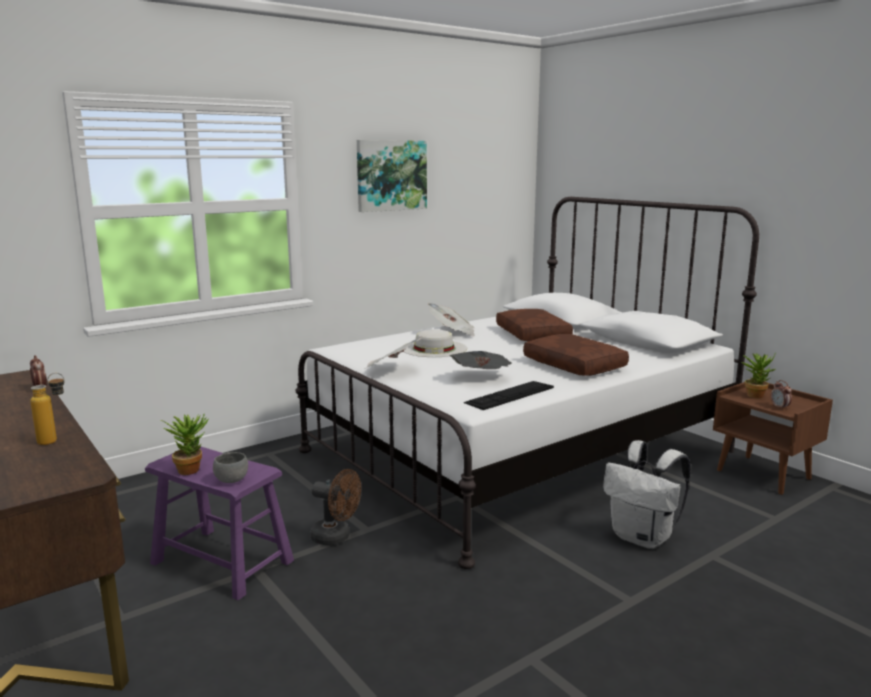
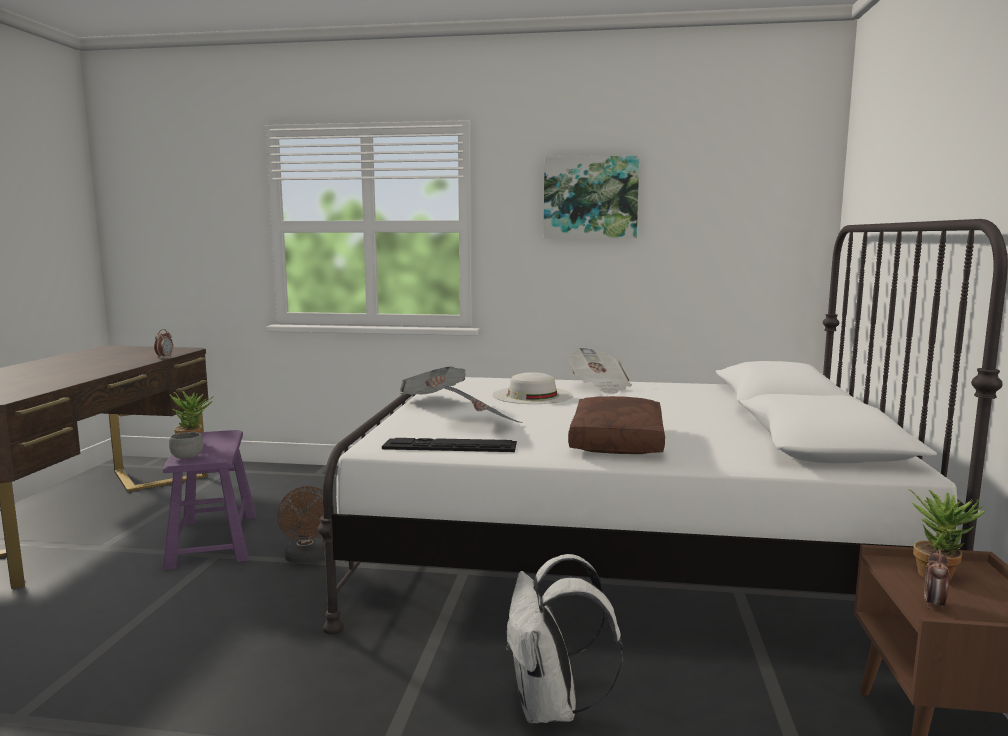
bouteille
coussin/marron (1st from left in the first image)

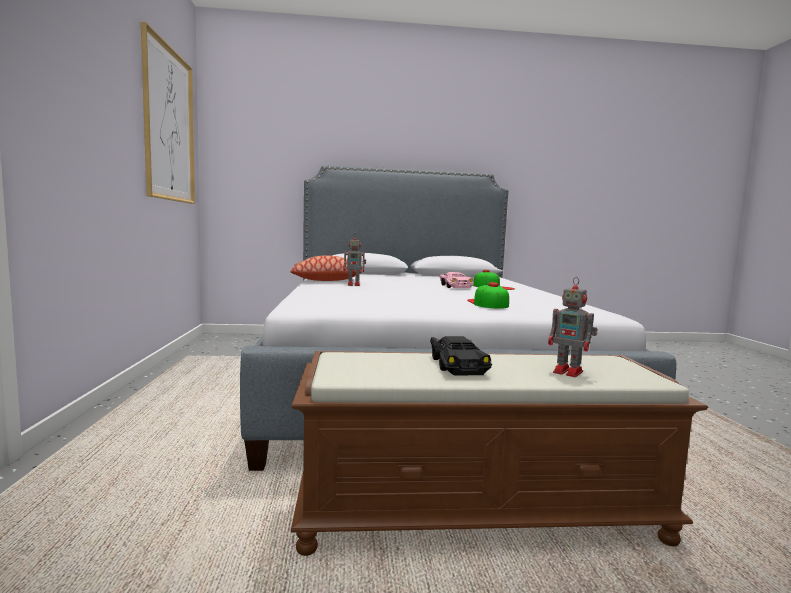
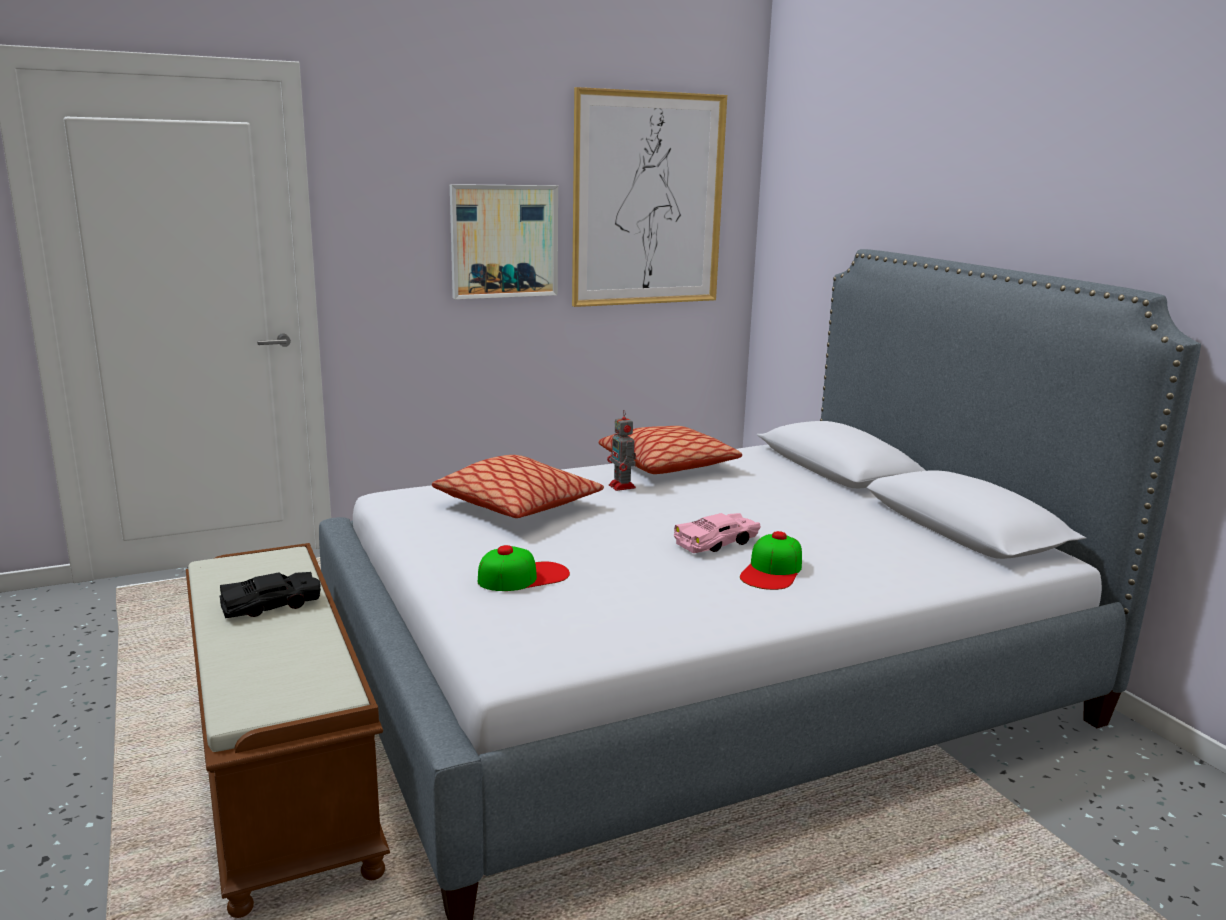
robot jouet (2nd from left in the first image)
coussin (1st from left)
tableau (1st from left)

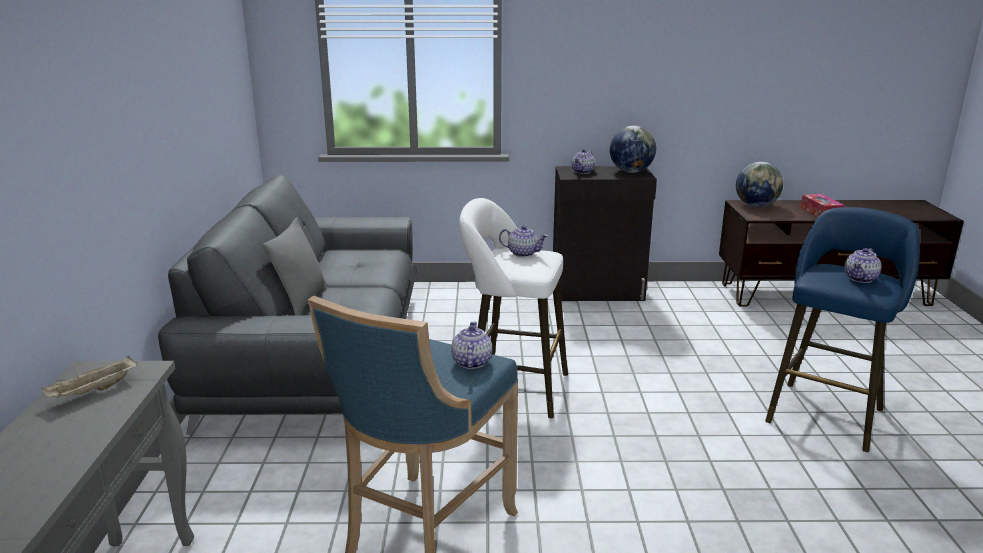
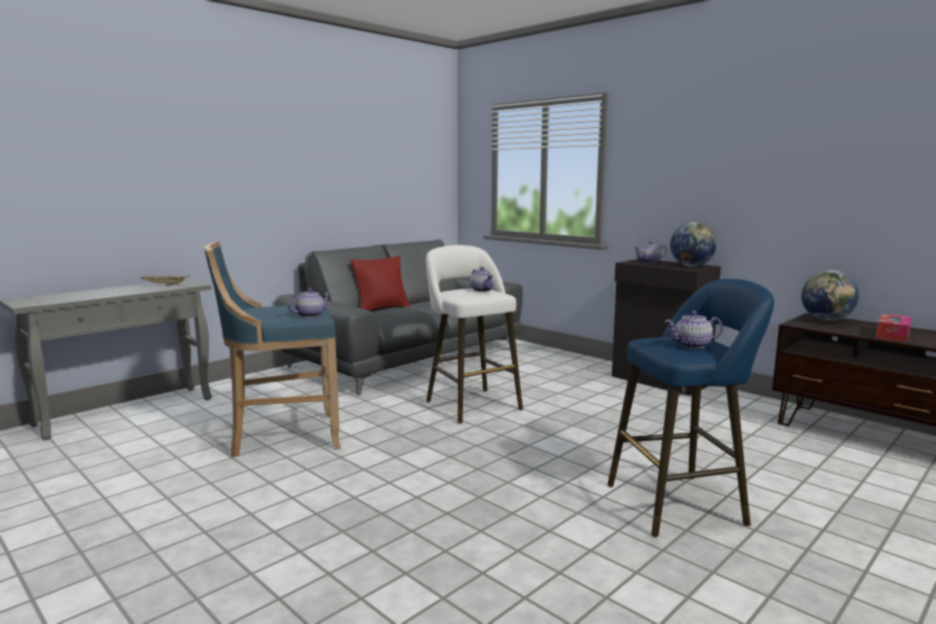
coussin/rouge

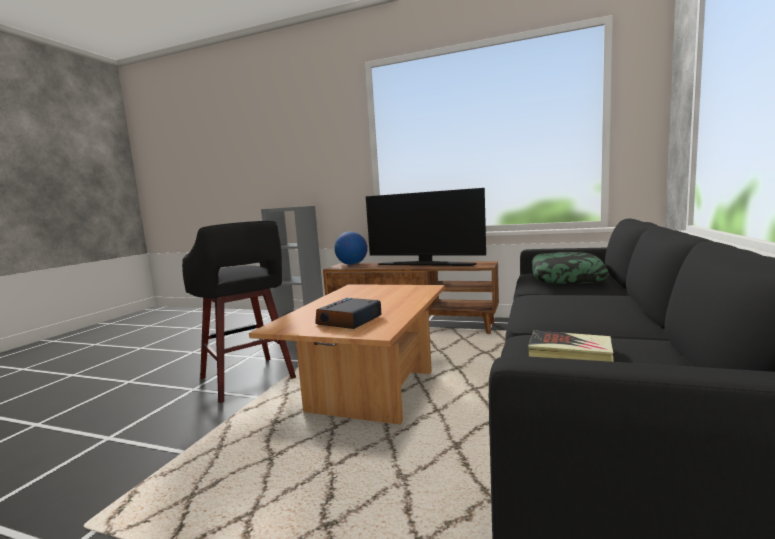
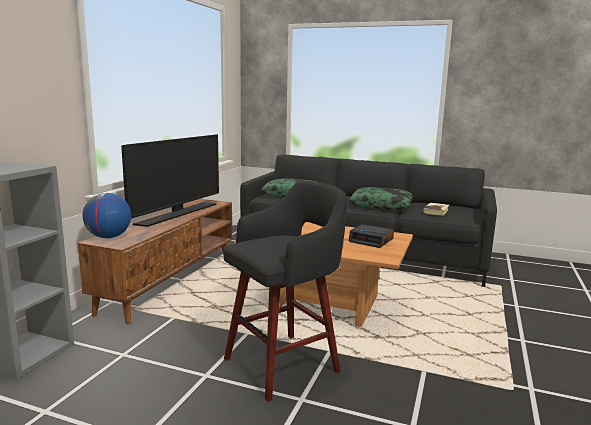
coussin (2nd from left)

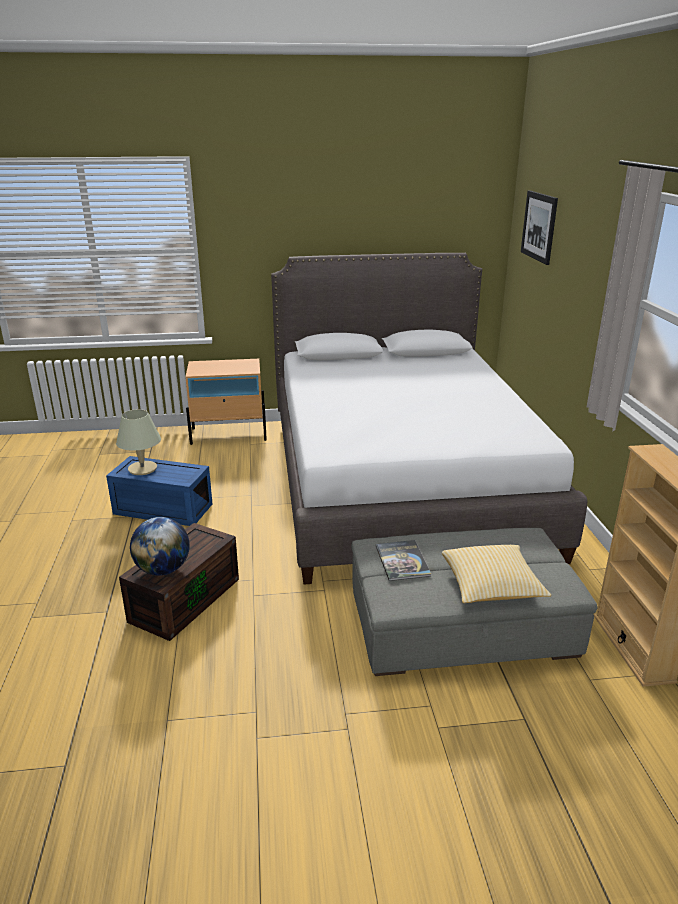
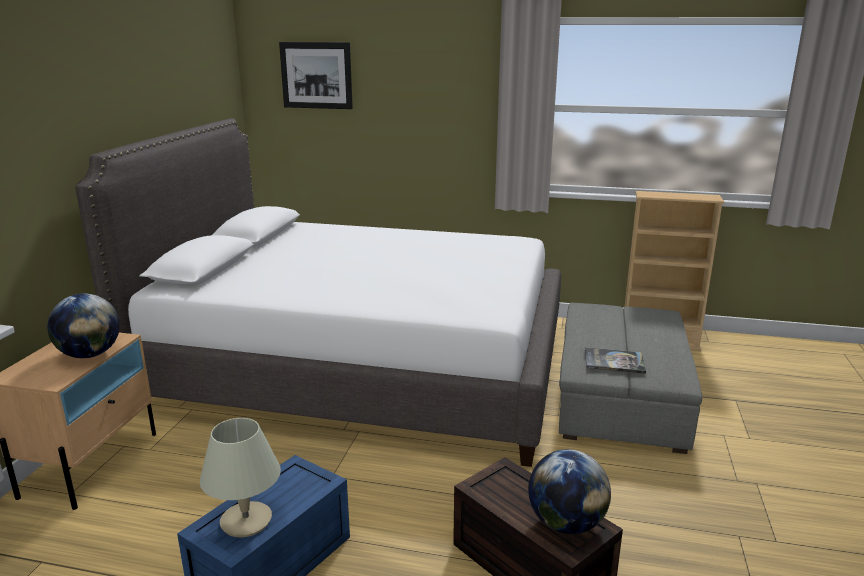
coussin
globe (1st from left)

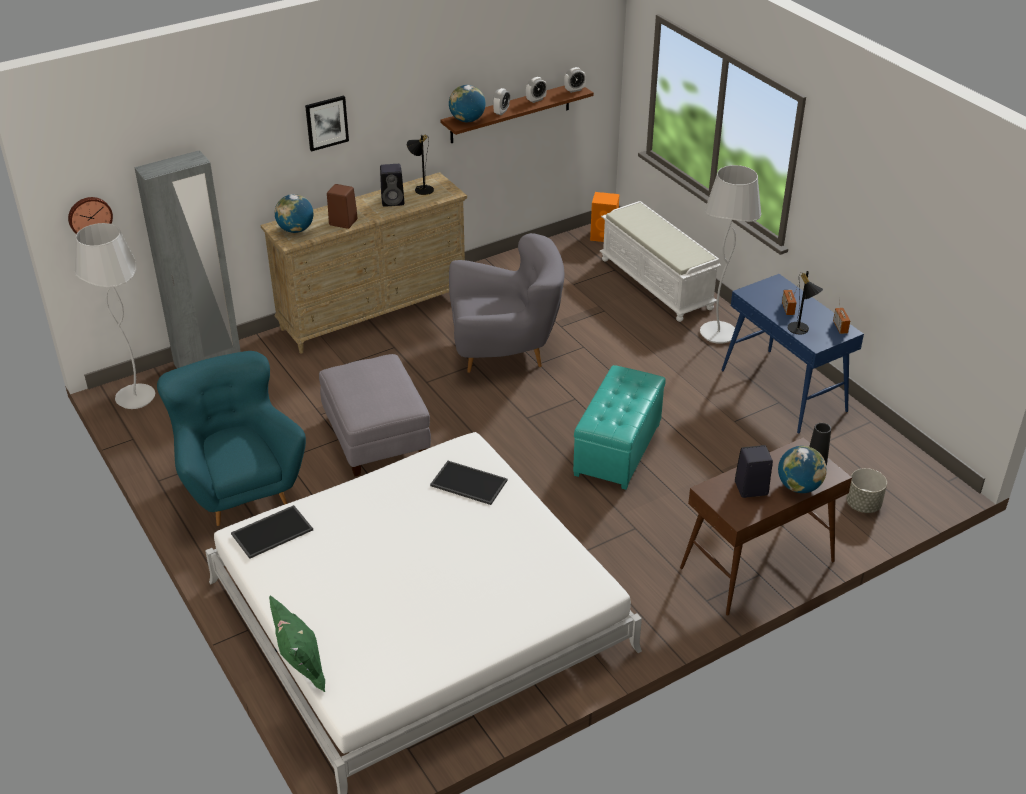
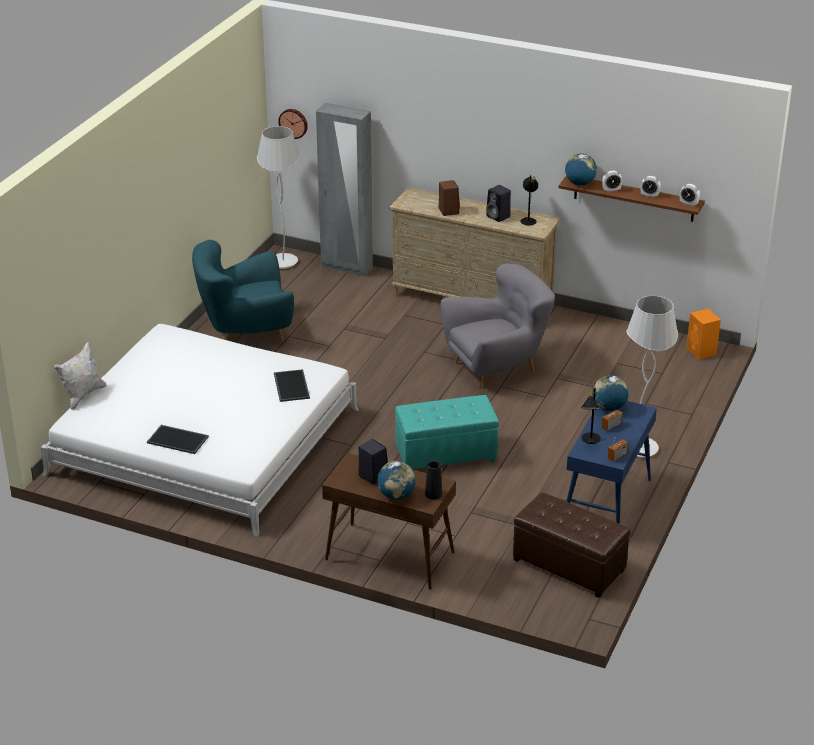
tableau
pouf/gris
banc/blanc
cache-pot/gris
pouf/marron
plateau (1st from left)
globe (3rd from left)
coussin/blanc
fauteuil/turquoise
fauteuil/gris

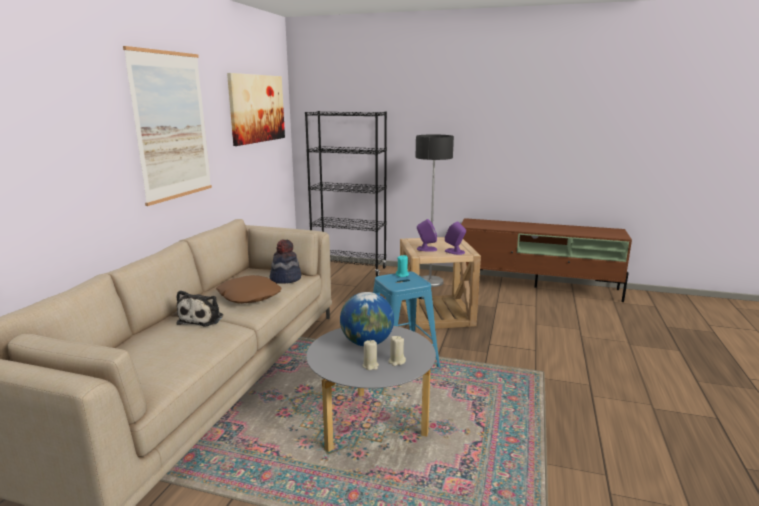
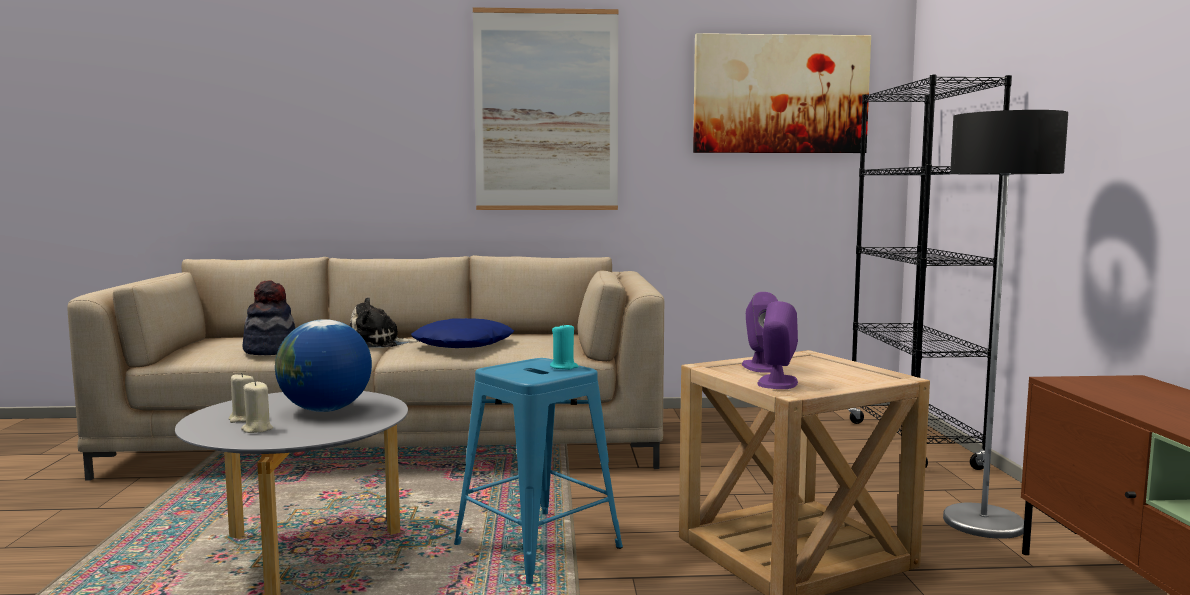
chapeau
coussin/bleu

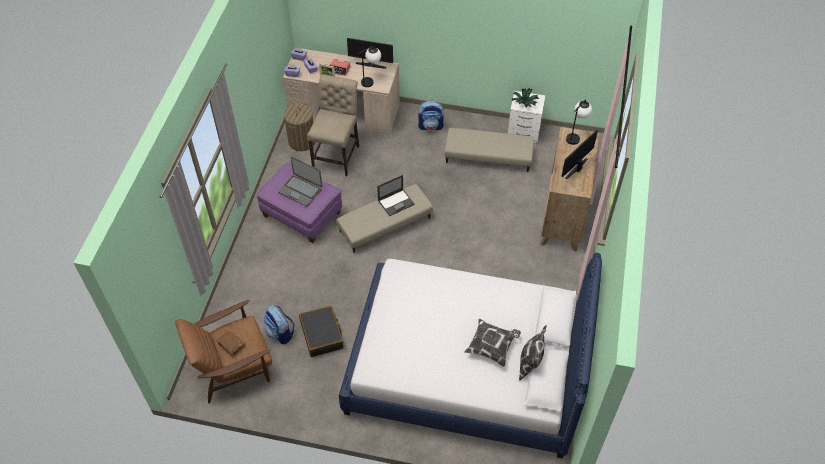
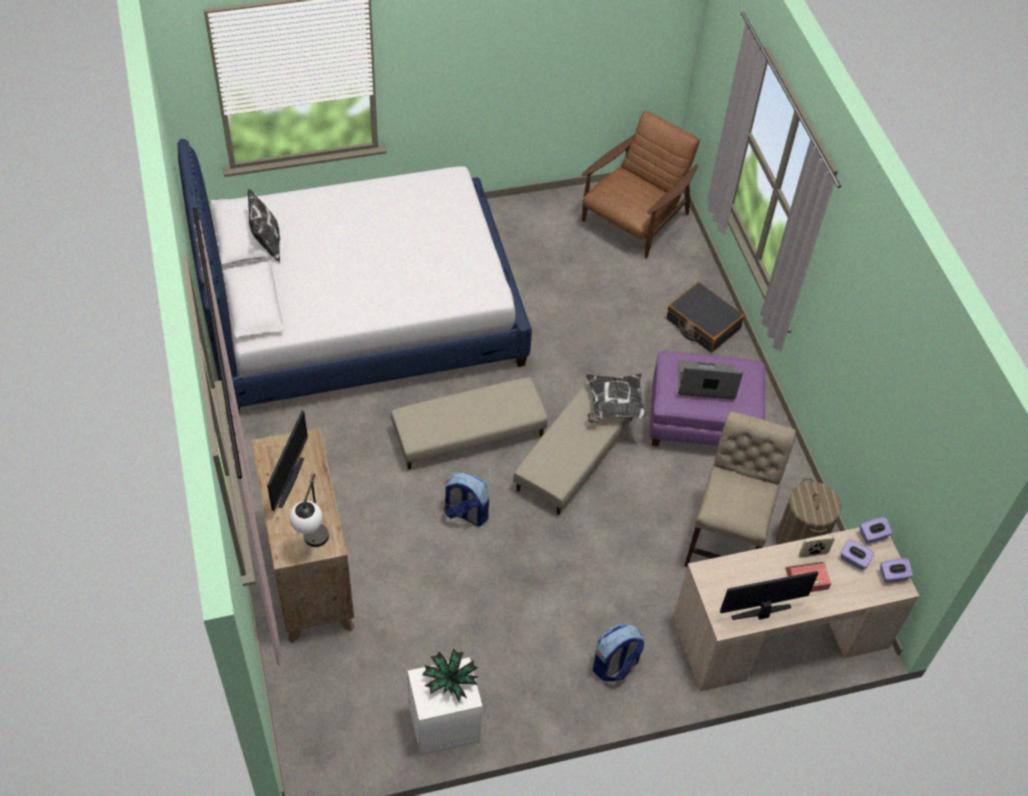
livre/marron
lampe de table (1st from left in the first image)
ordinateur portable (2nd from left in the first image)
sac à dos (1st from left)
valise/noir
pouf/beige (1st from left)
coussin (2nd from left)
chaise/beige

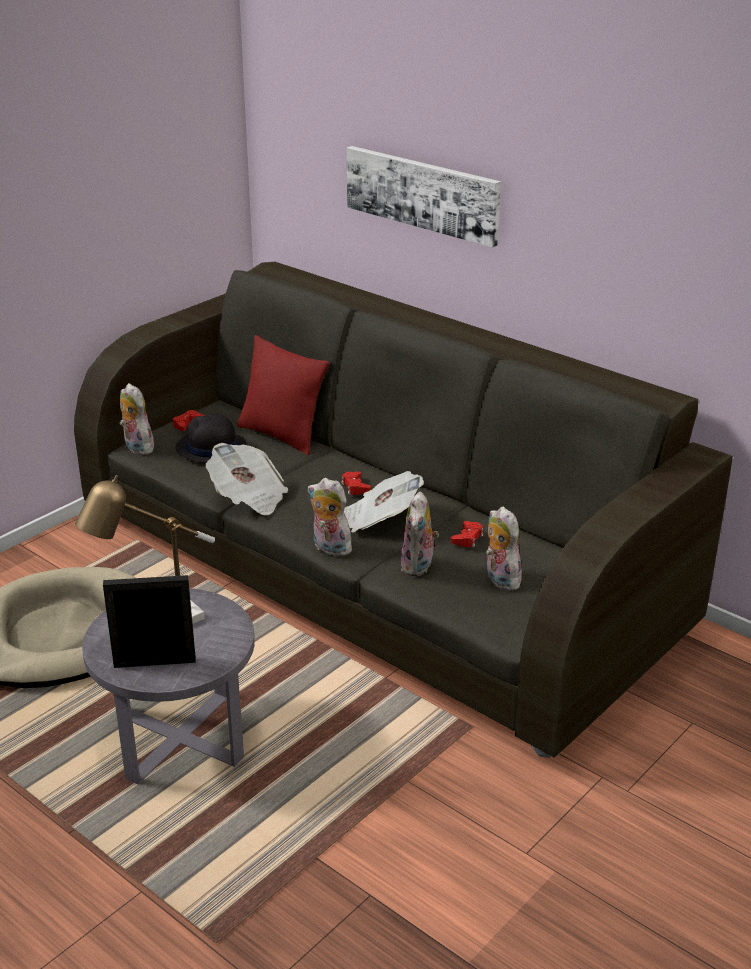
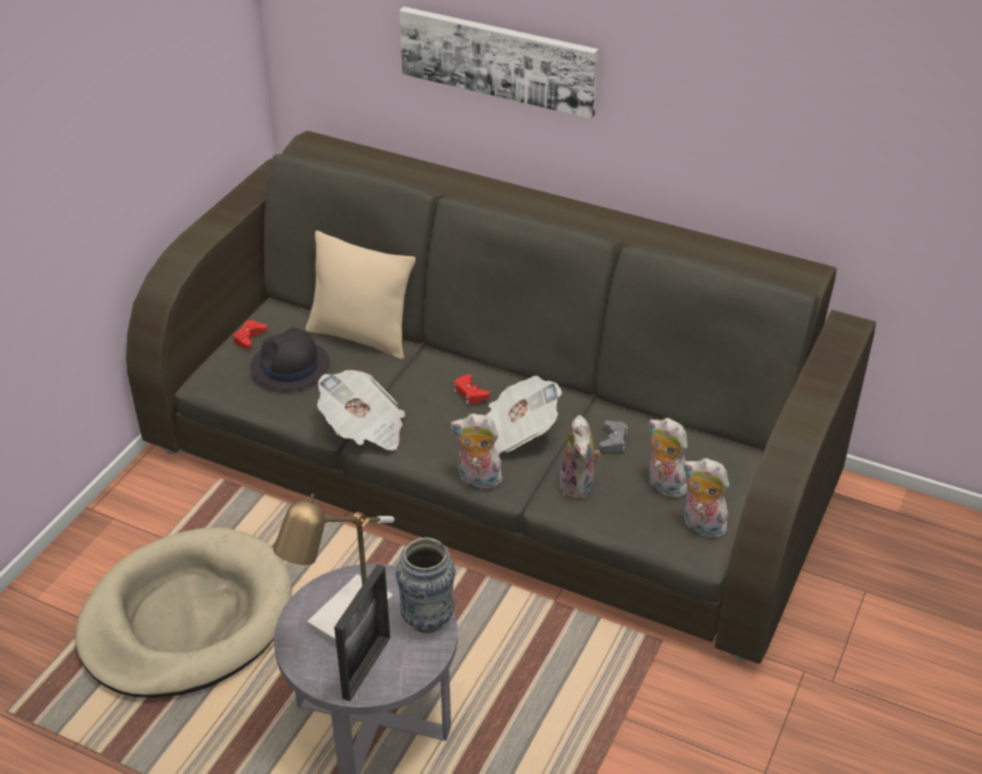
vase
peluche (4th from left)
coussin/beige
manette/gris
cadre photo

